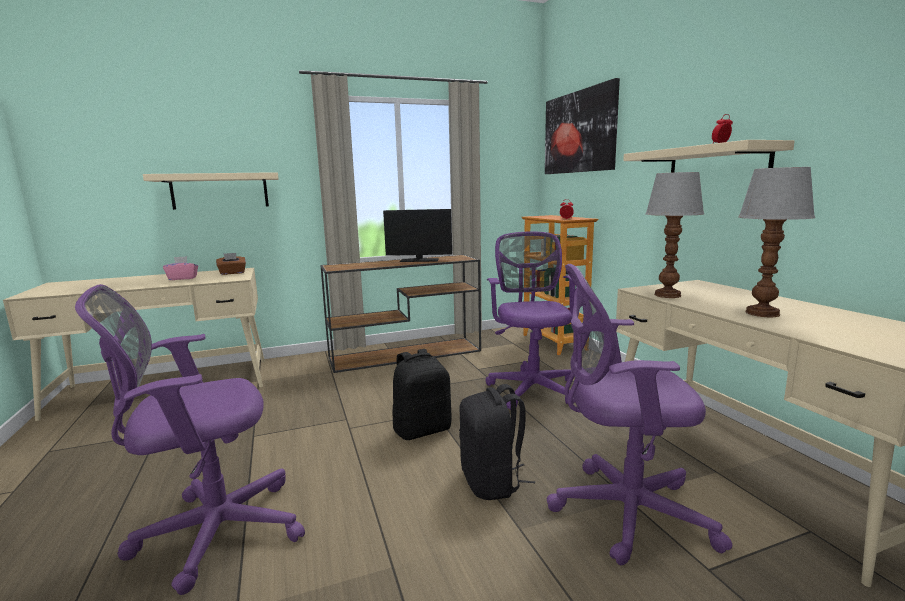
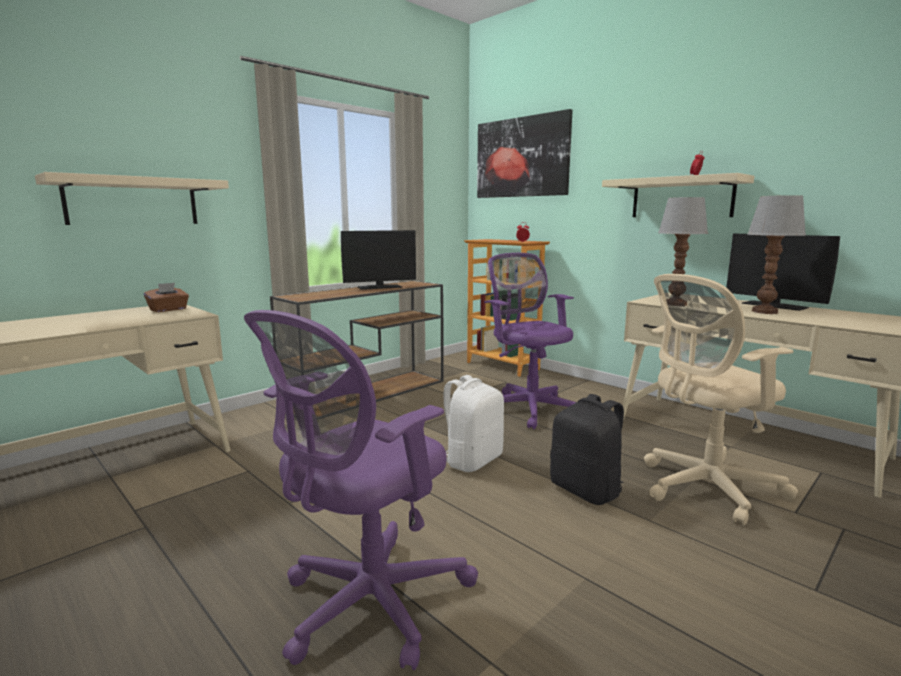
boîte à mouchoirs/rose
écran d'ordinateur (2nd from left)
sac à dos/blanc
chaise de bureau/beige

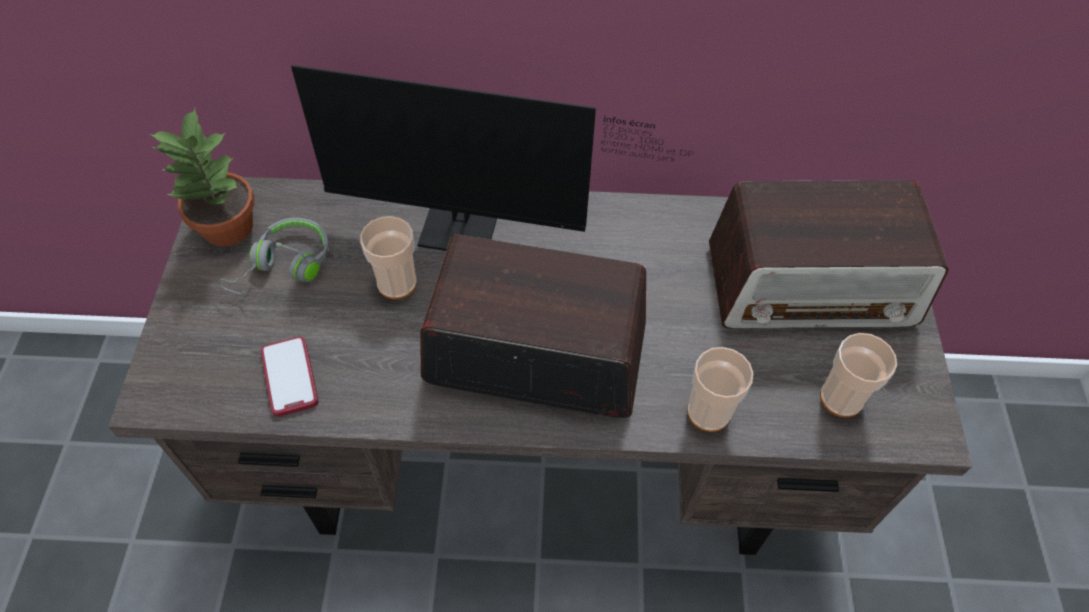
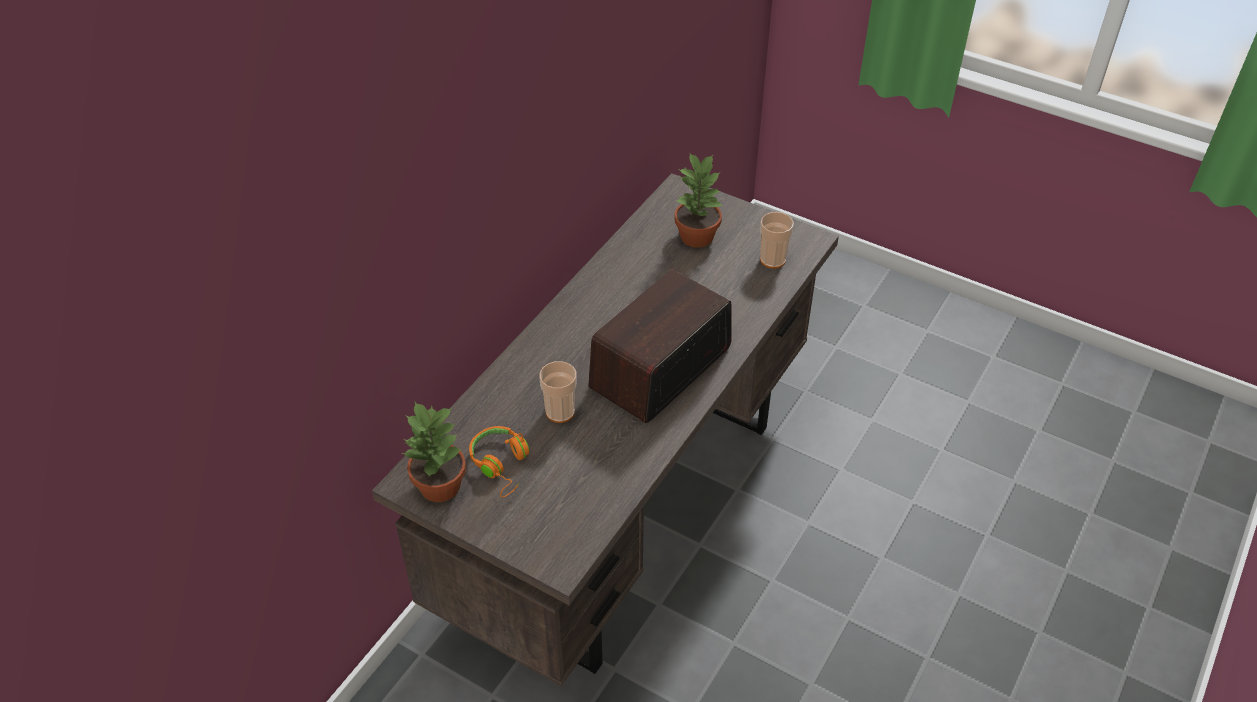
téléphone
écran d'ordinateur
tasse (2nd from left in the first image)
plante en pot (2nd from left)
casque audio/orange

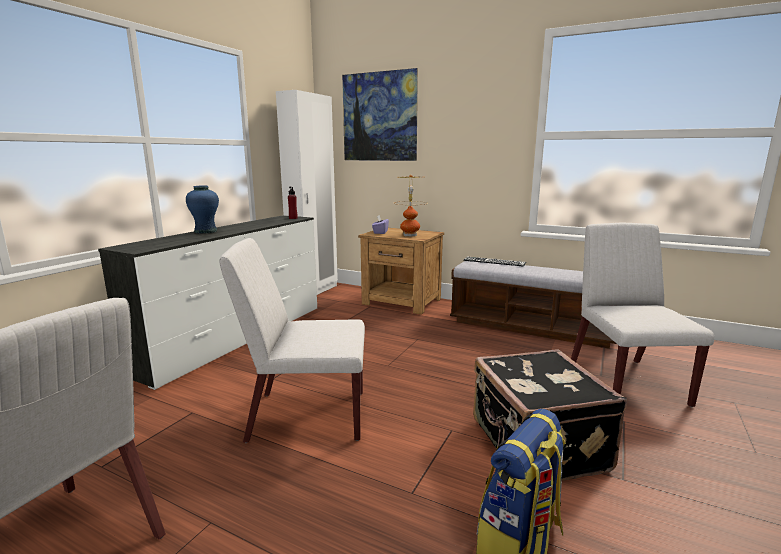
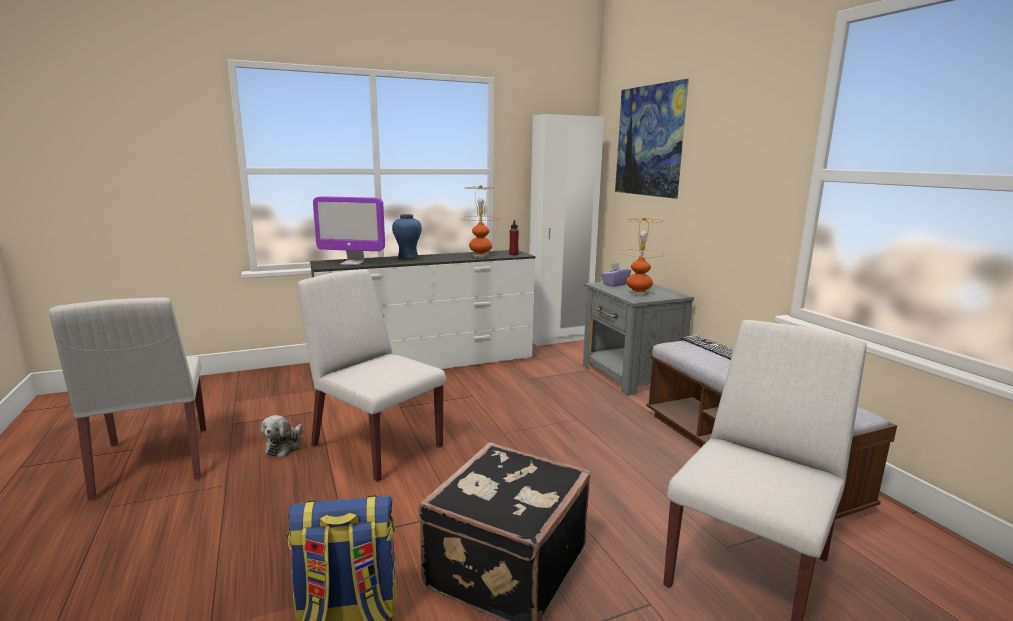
peluche
écran d'ordinateur
lampe de table (1st from left)
table de chevet/gris

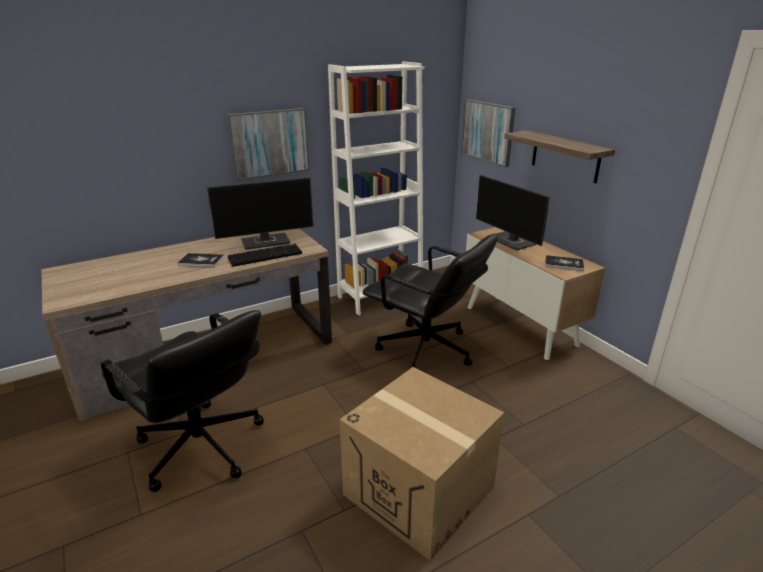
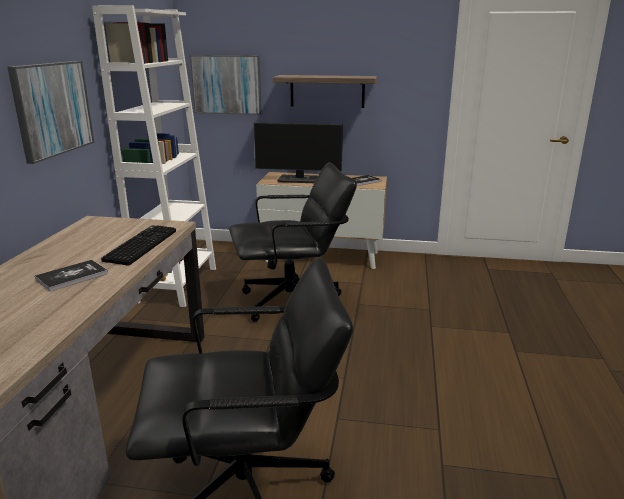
écran d'ordinateur (1st from left in the first image)
carton

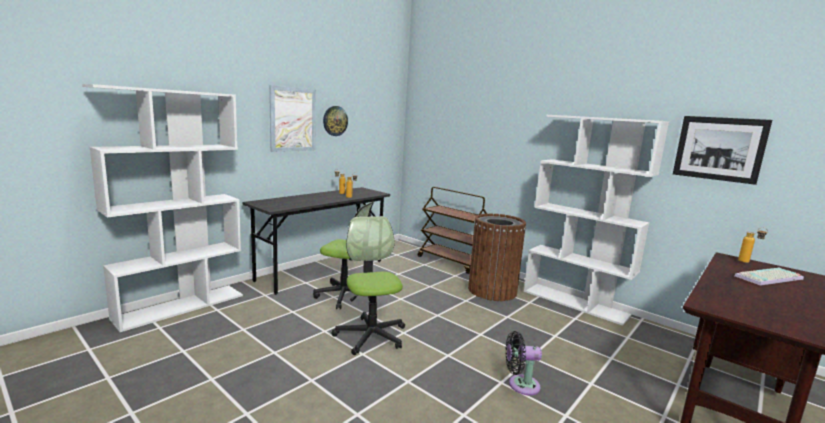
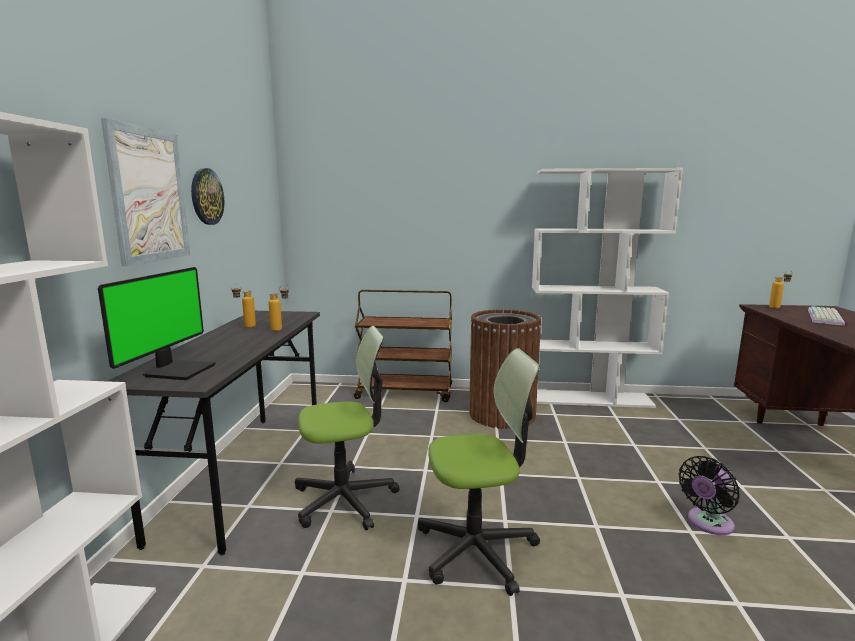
tableau (2nd from left in the first image)
écran d'ordinateur
chaise de bureau (2nd from left)

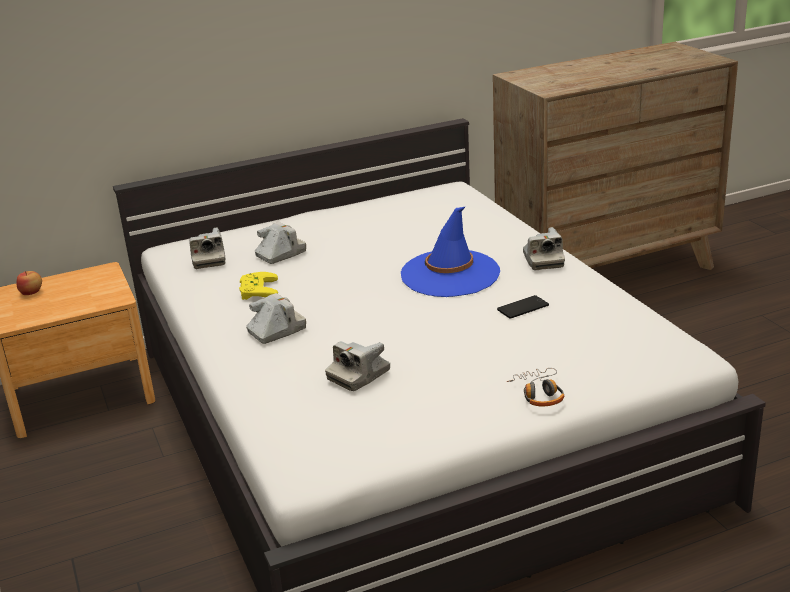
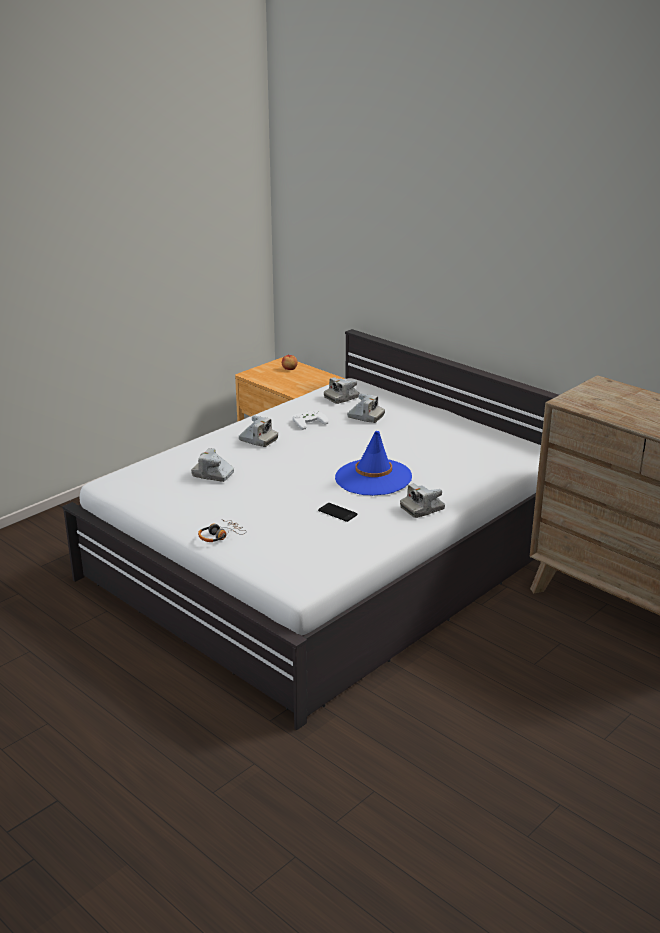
manette/blanc

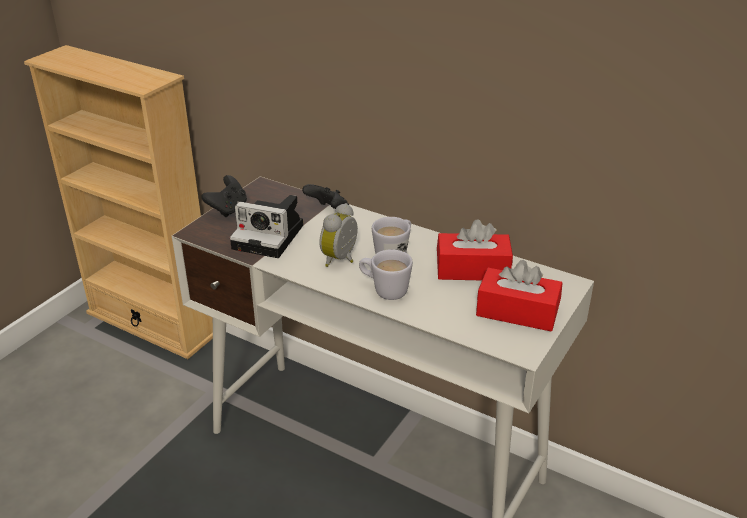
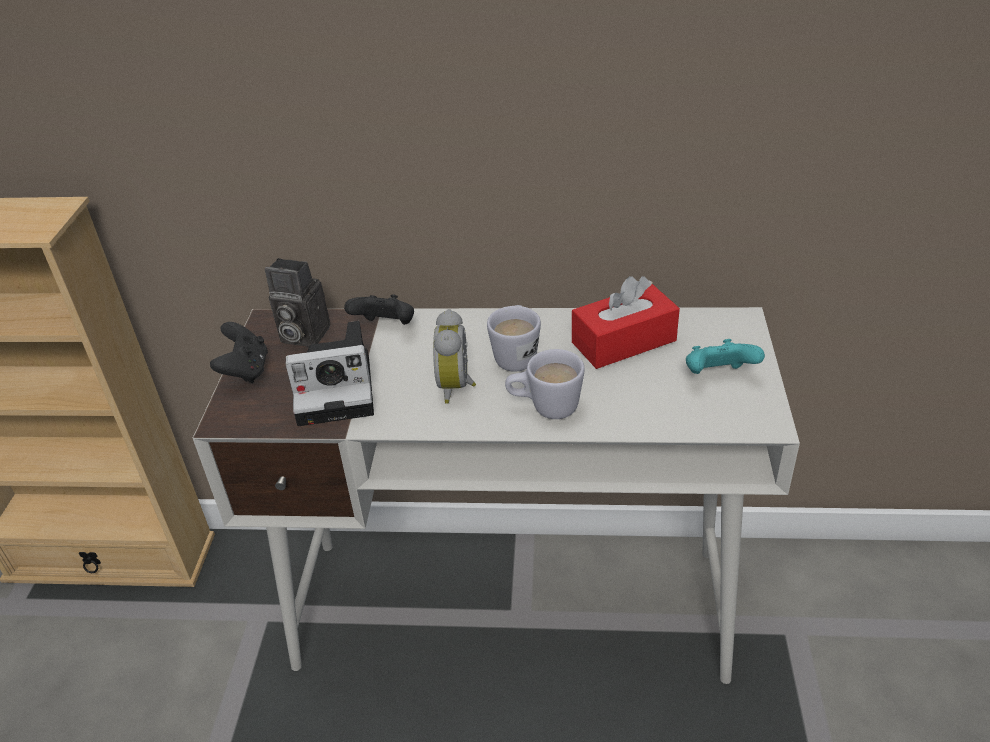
appareil photo (1st from left)
manette/turquoise

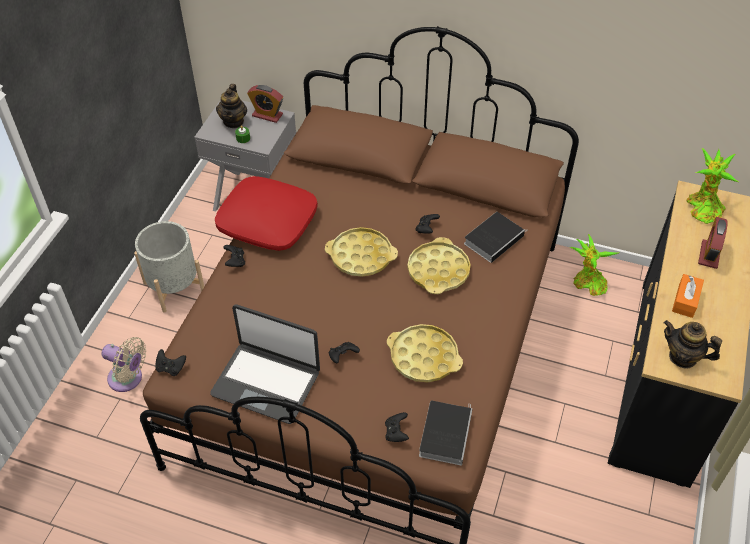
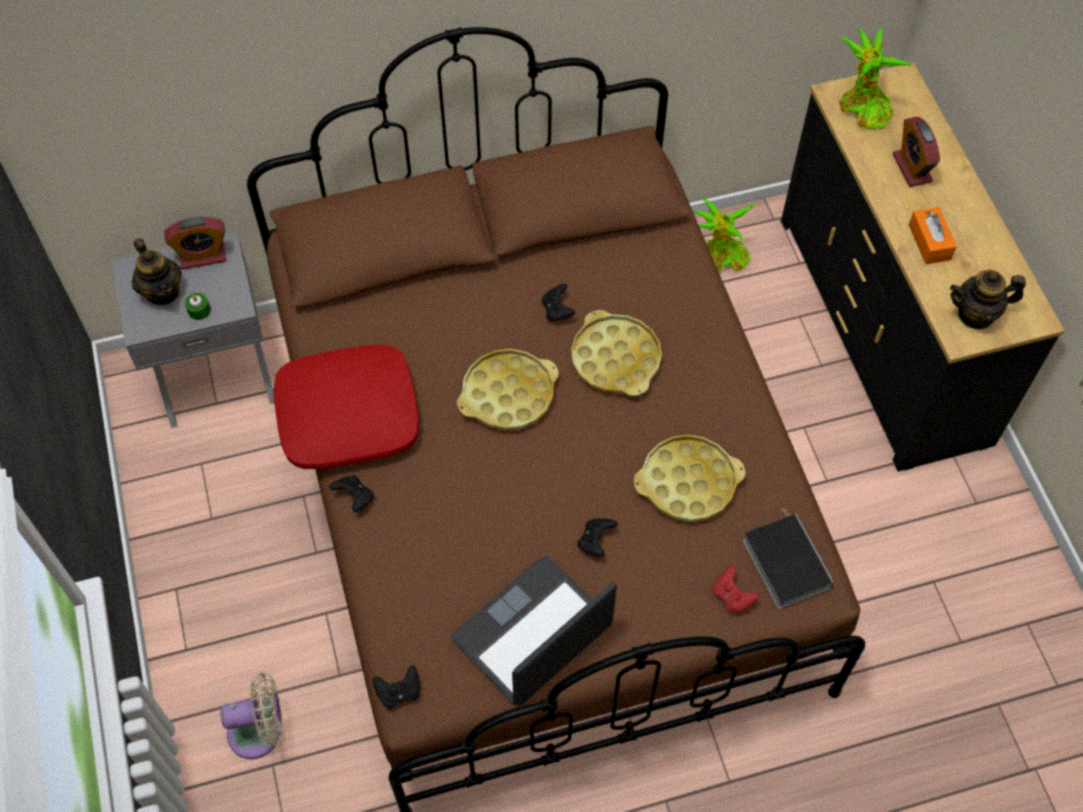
cache-pot/gris
livre (2nd from left in the first image)
manette/rouge
ordinateur portable

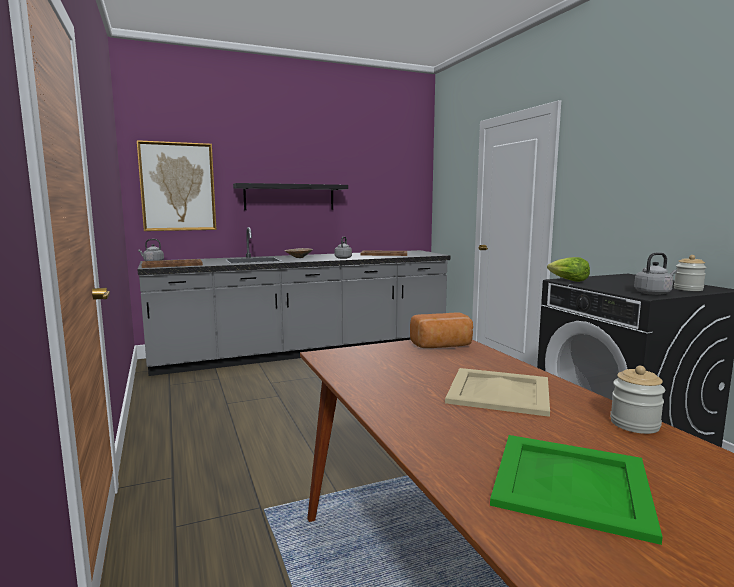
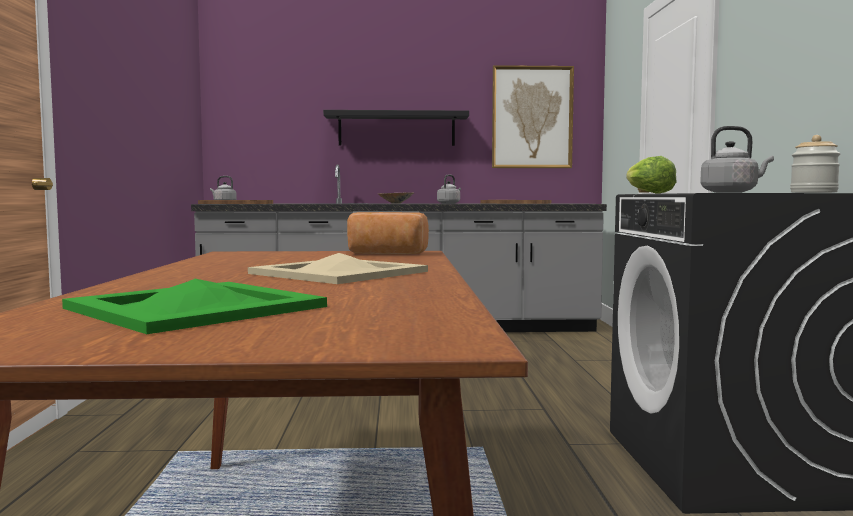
bocal (1st from left in the first image)
tableau

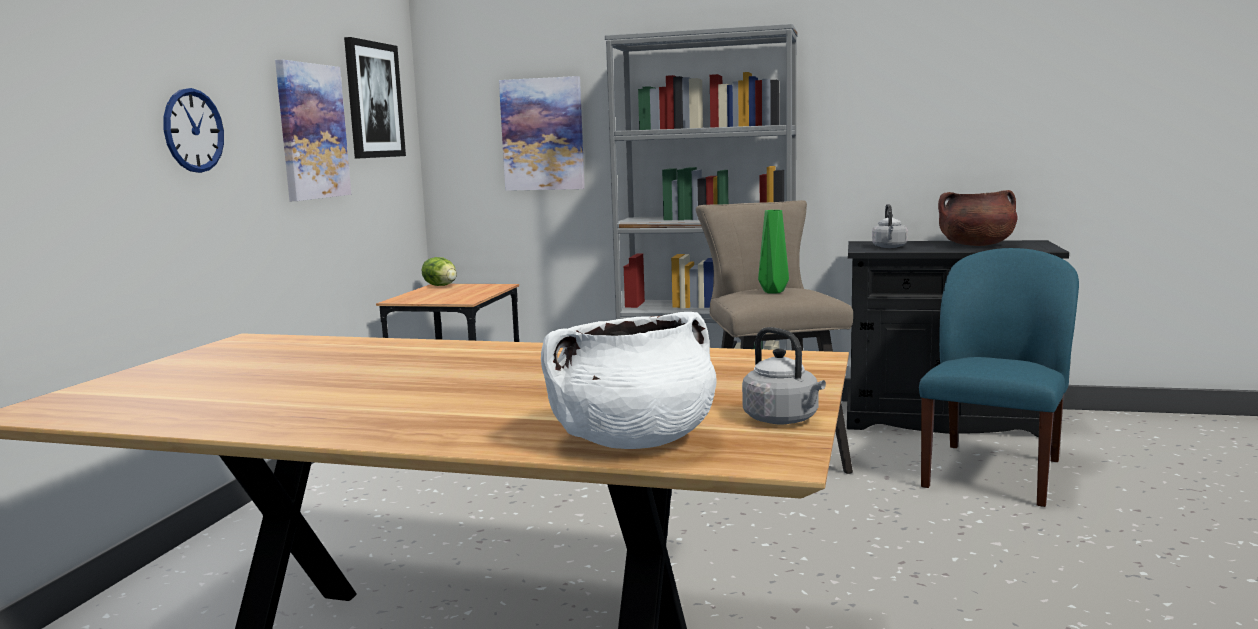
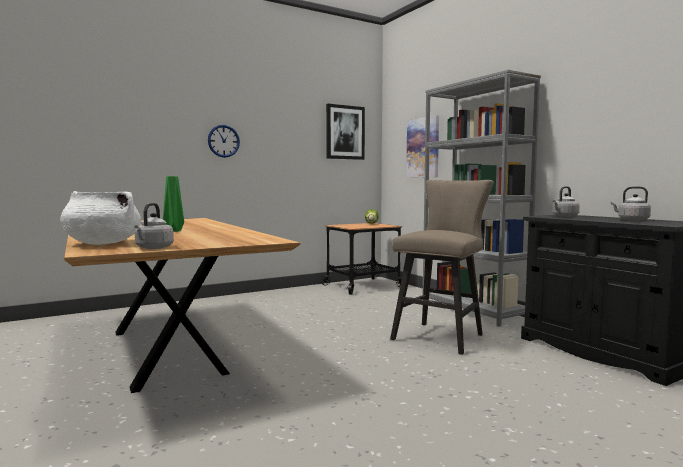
tableau (1st from left in the first image)
chaise/bleu
vase/vert
bouilloire/gris (3rd from left)

